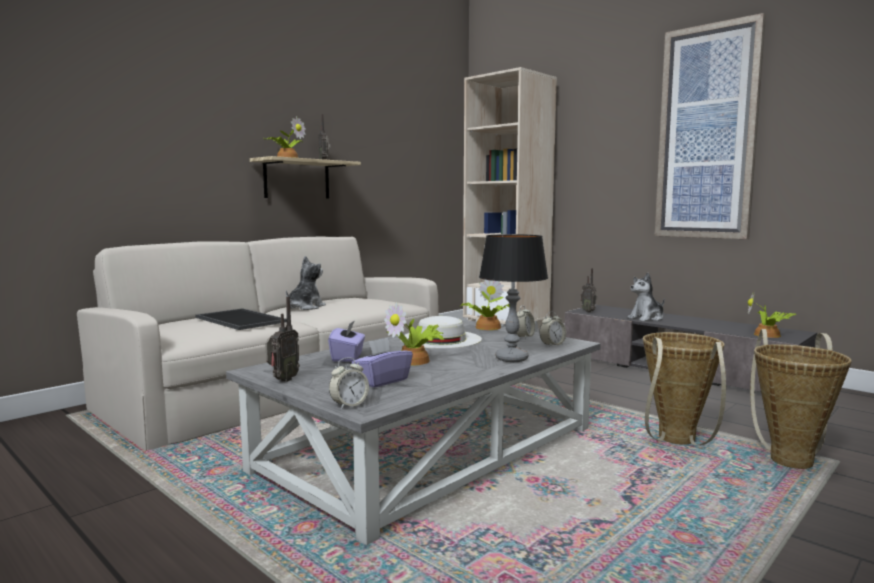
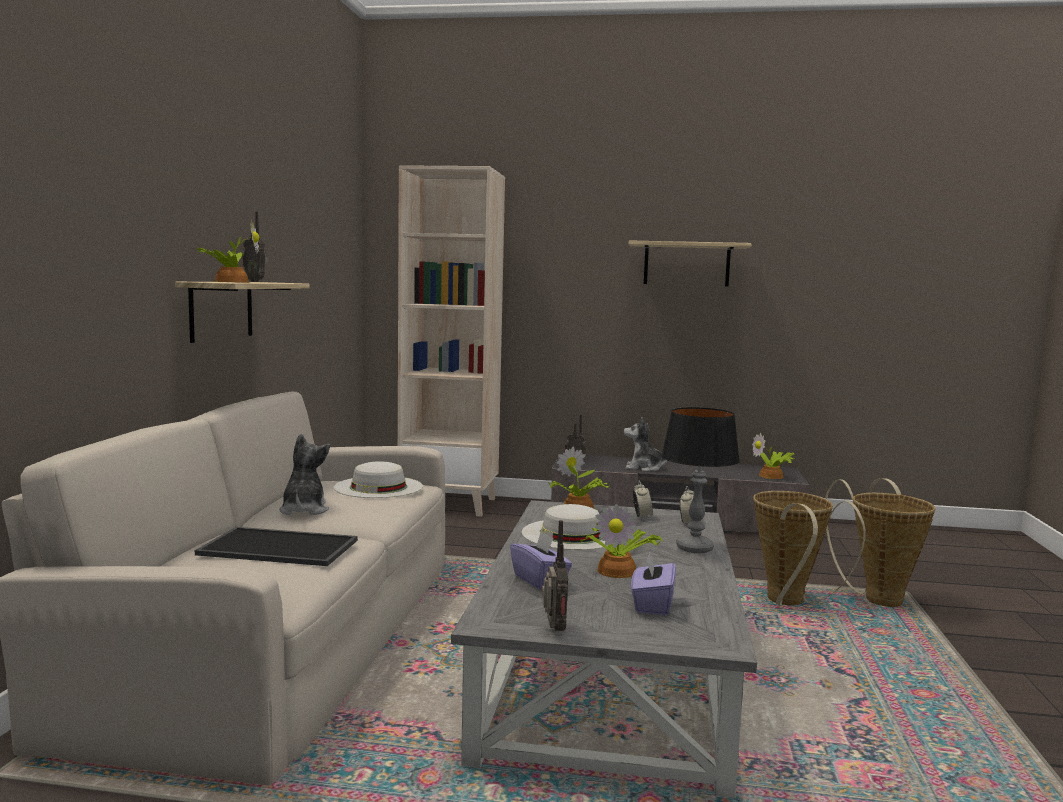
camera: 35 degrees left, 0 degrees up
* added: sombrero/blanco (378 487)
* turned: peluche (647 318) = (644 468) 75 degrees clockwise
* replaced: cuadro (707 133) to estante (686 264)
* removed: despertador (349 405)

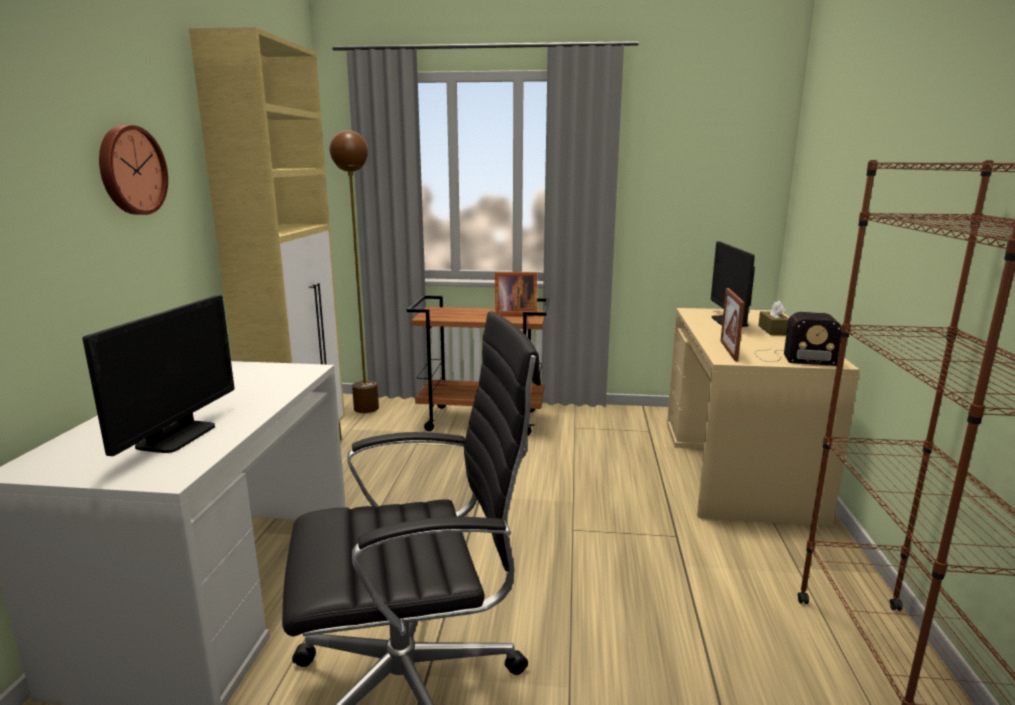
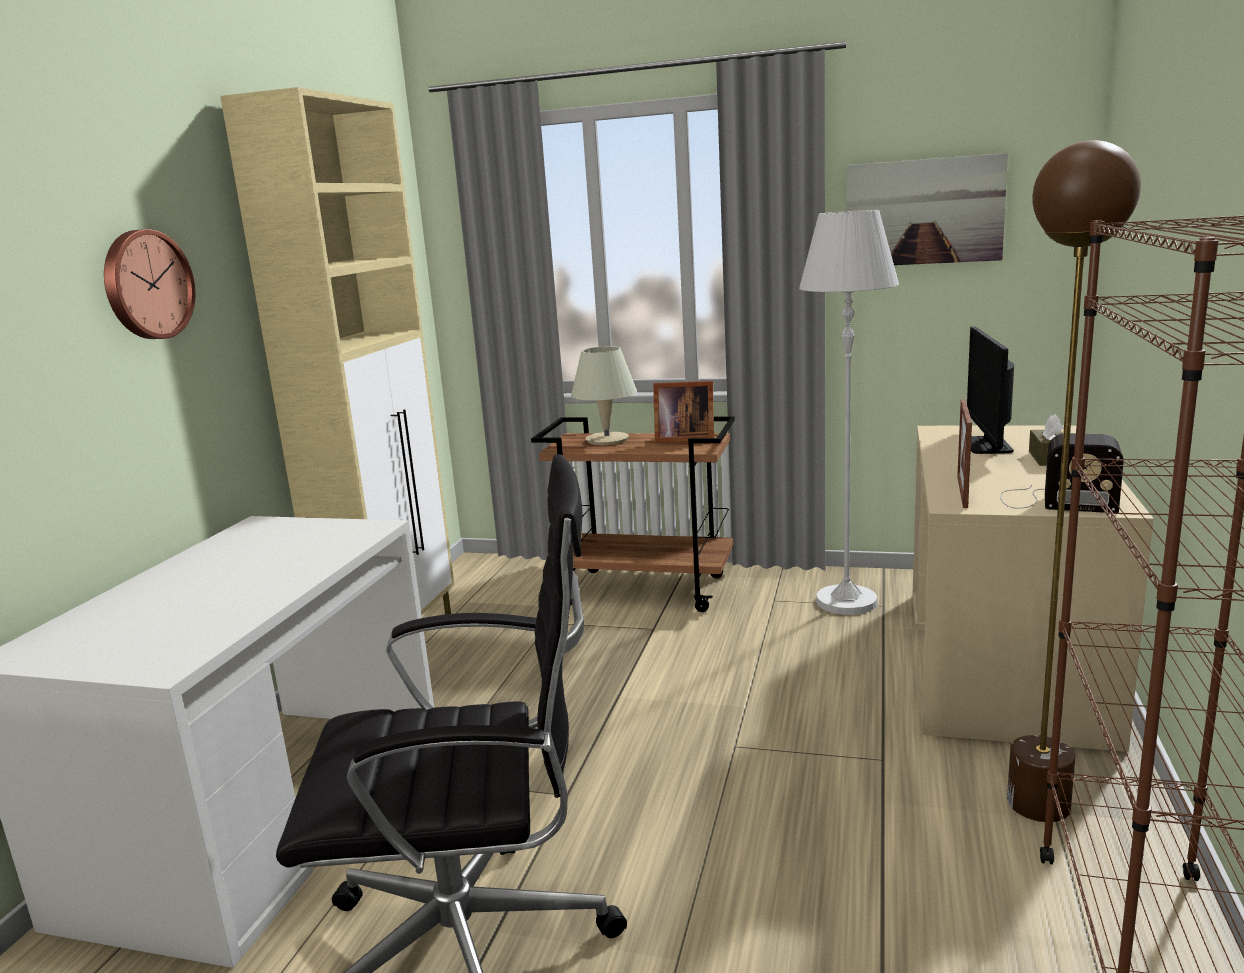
camera: 10 degrees right, 0 degrees up
* added: lámpara de mesa/beis (607 440)
* added: lámpara de pie/blanco (846 602)
* added: cuadro (923 212)
* moved: lámpara de pie/marrón (366 408) to (1038 804)
* removed: monitor (176 436)

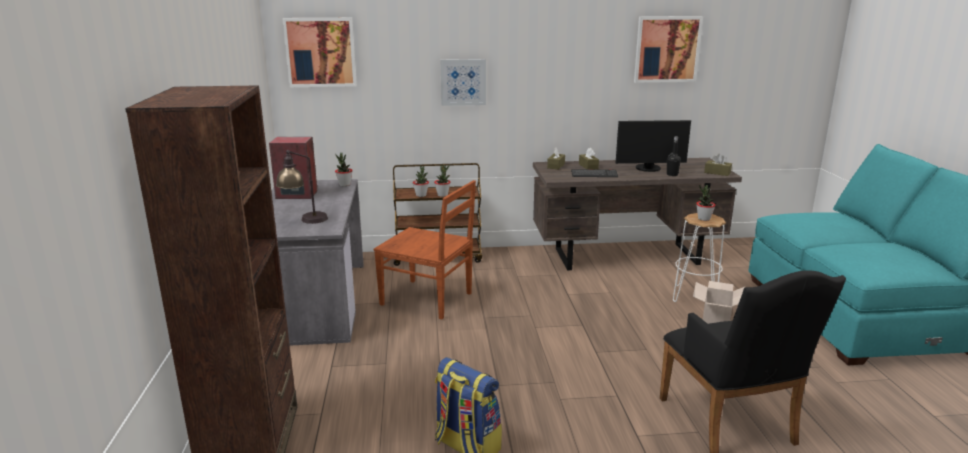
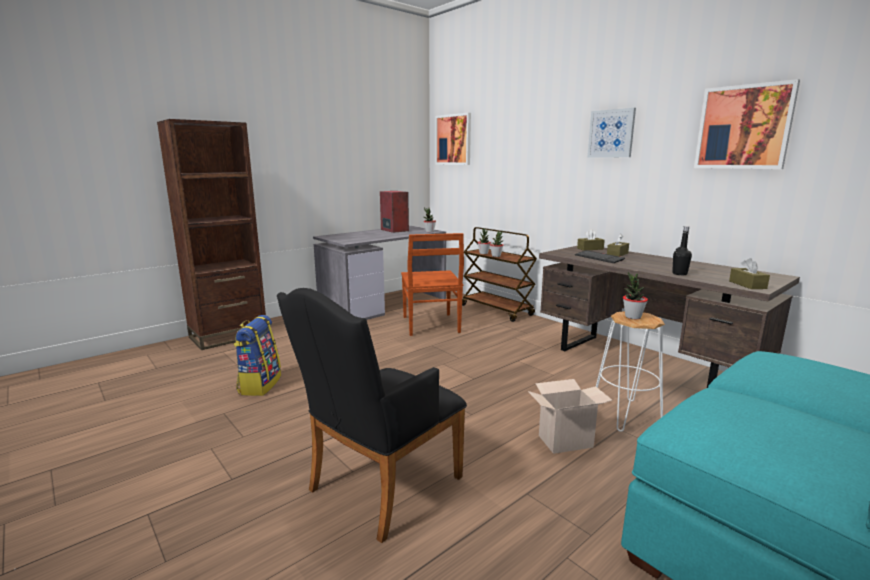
camera: 55 degrees right, 5 degrees down
* moved: cuadro (463 82) to (611 133)
* removed: lámpara de mesa (304 220)
* removed: monitor (649 169)

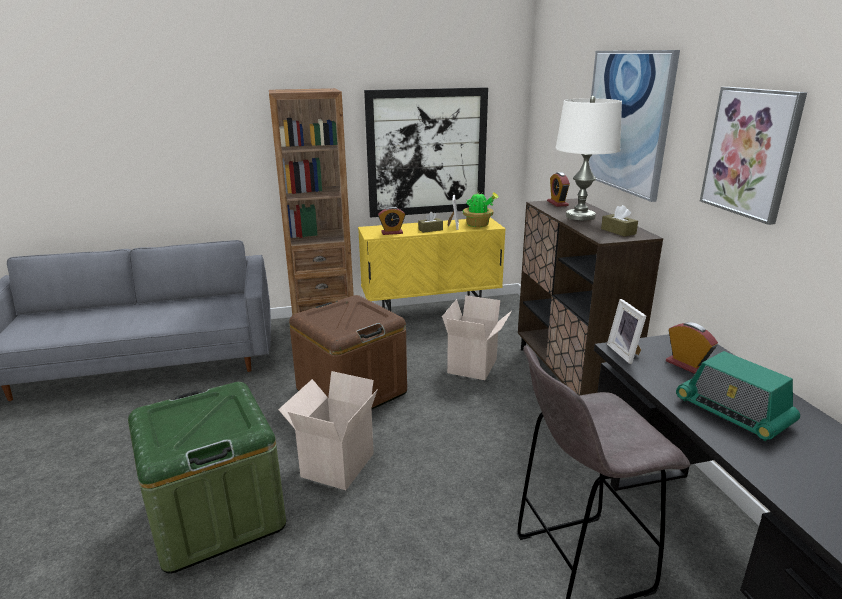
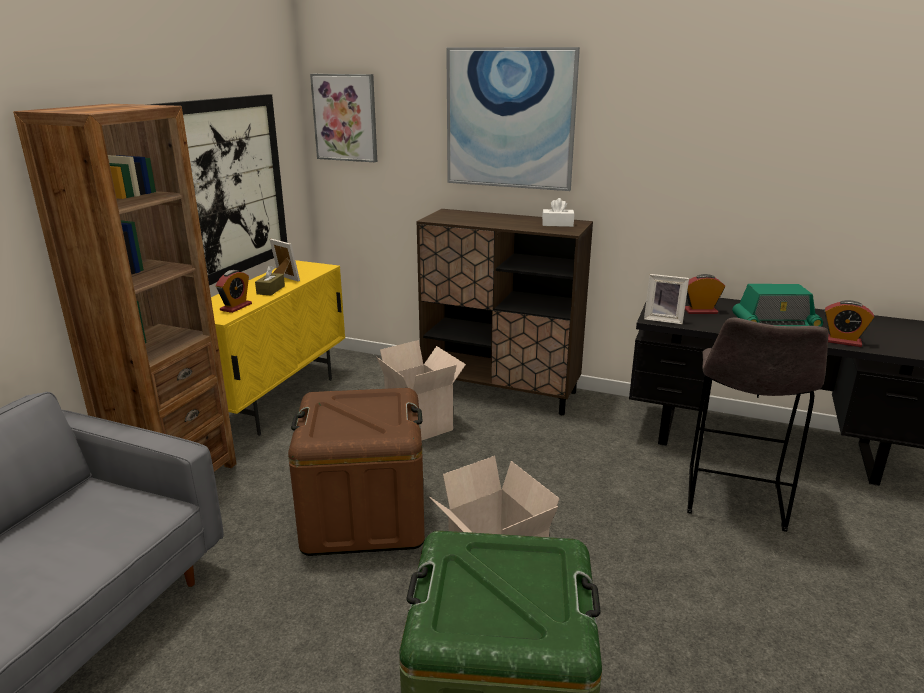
camera: 55 degrees left, 0 degrees up
* moved: cuadro (750 153) to (345 117)
* recoloured: caja de pañuelos/marrón (618 231) to caja de pañuelos/blanco (557 224)
* moved: despertador (557 203) to (842 341)
* removed: planta en maceta (478 225)
* removed: lámpara de mesa/blanco (580 216)

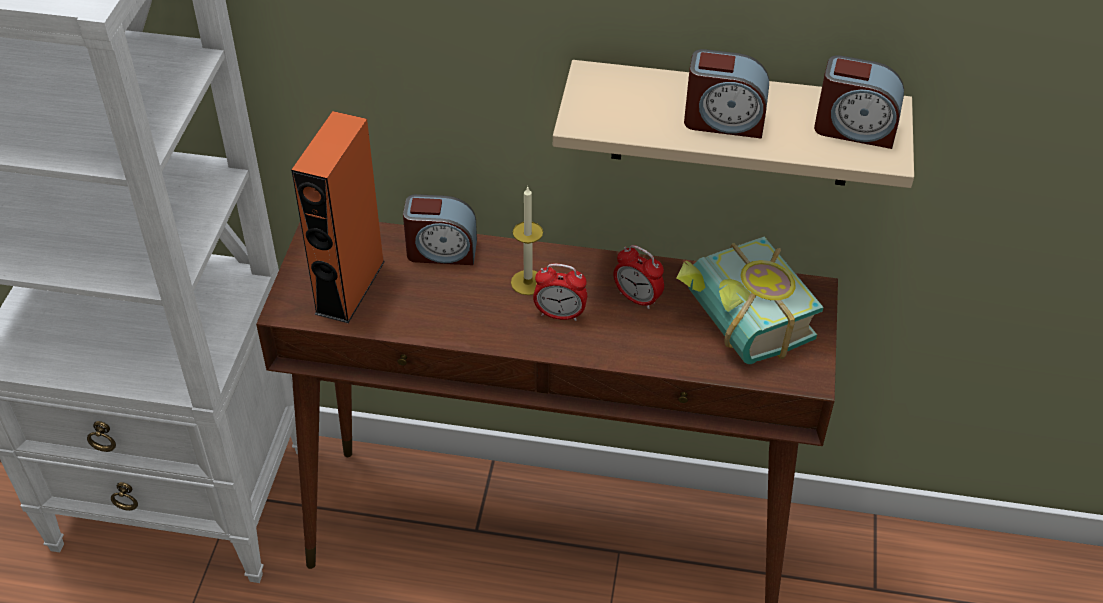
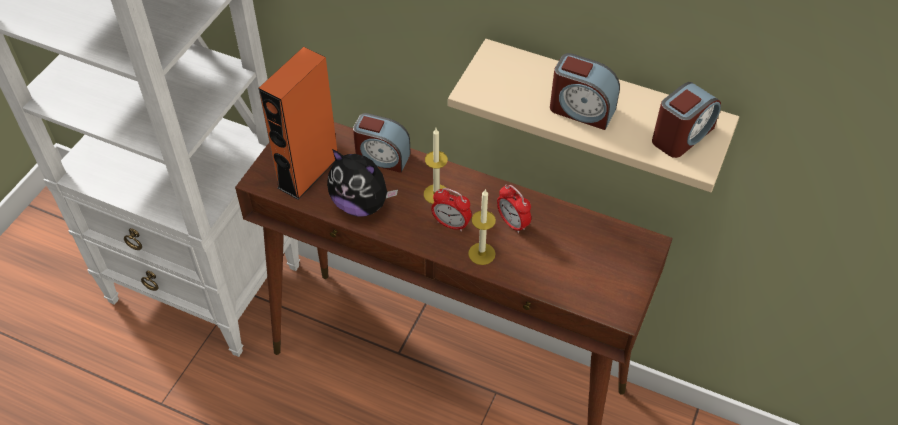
camera: 15 degrees right, 5 degrees up
* added: peluche (361 204)
* added: vela (481 253)
* turned: despertador (854 128) = (682 135) 75 degrees counterclockwise
* removed: libro (737 325)

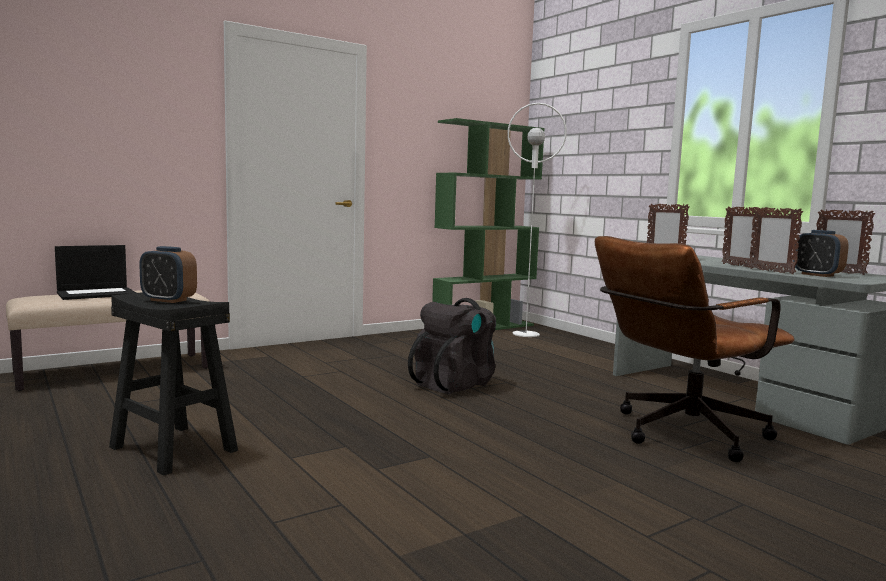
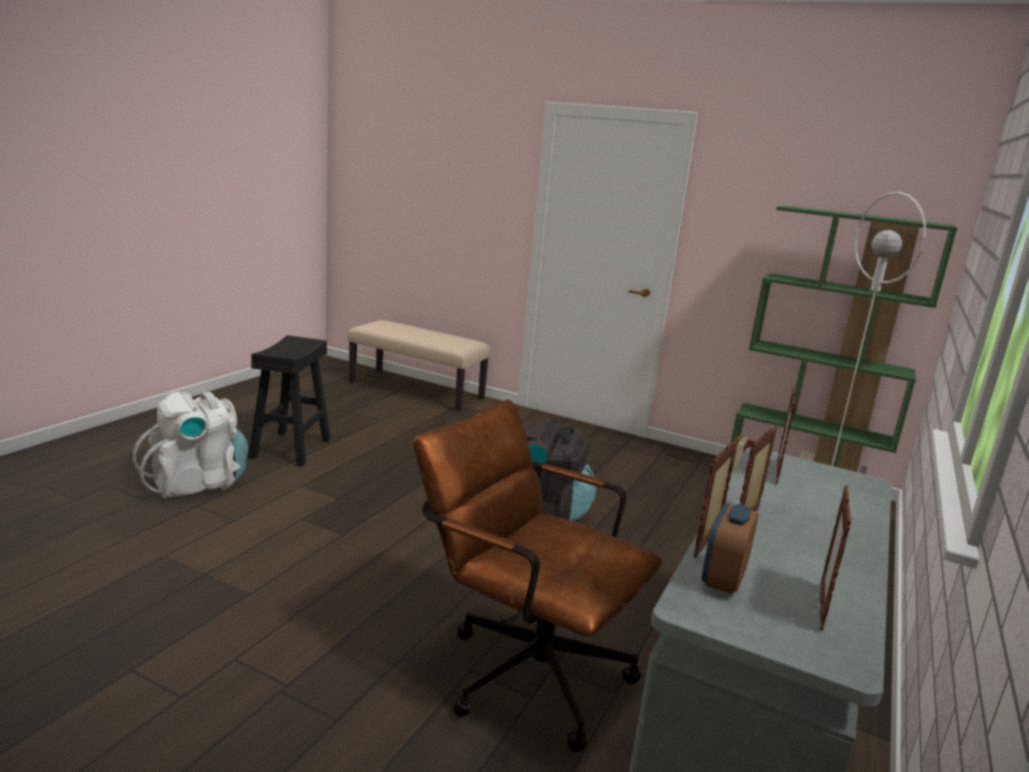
camera: 60 degrees right, 10 degrees up
* added: mochila/blanco (197 483)
* removed: portátil (97 294)
* removed: despertador (168 300)

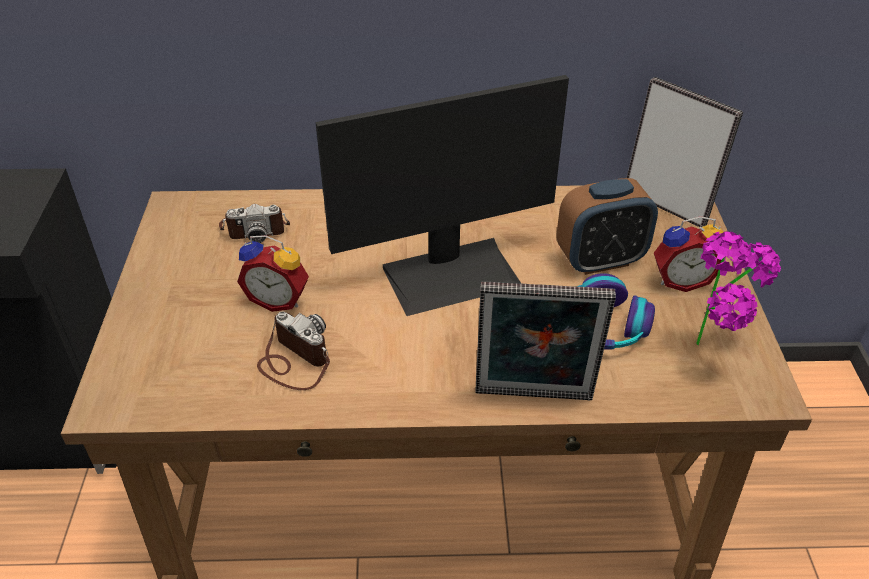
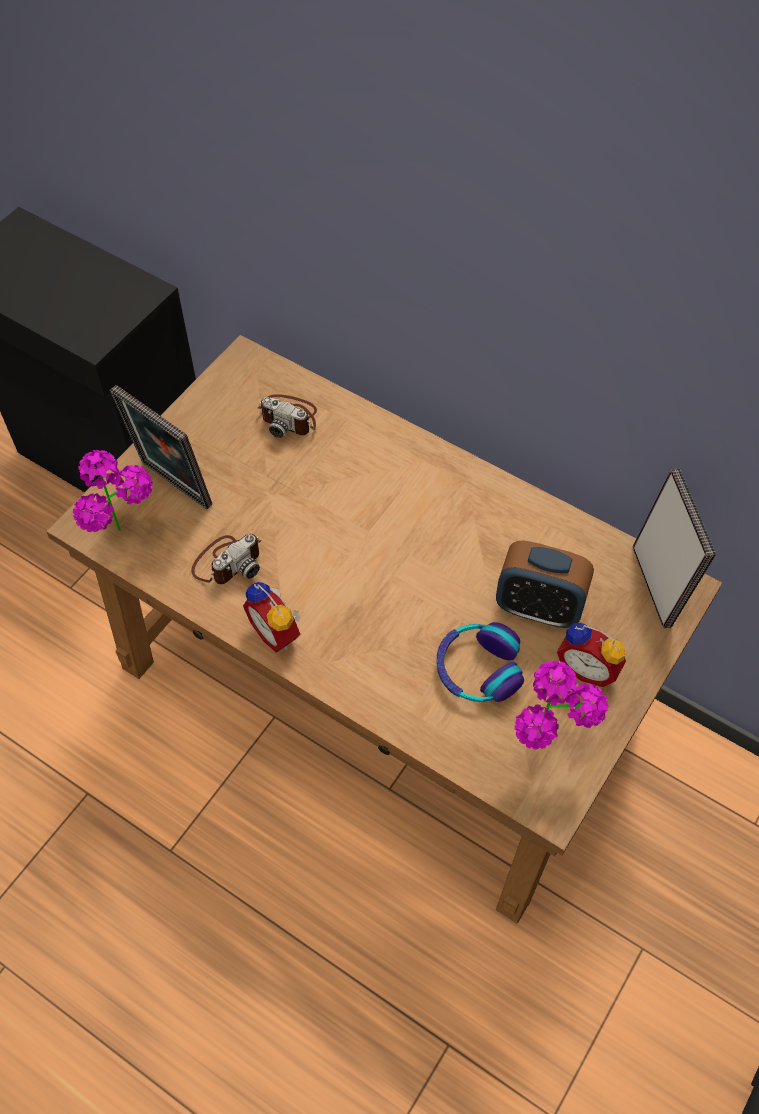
camera: 35 degrees right, 15 degrees up
* added: planta en maceta (127 539)
* moved: portarretratos (533 399) to (172 487)
* turned: cámara (294 360) = (228 561) 60 degrees clockwise
* moved: despertador (279 299) to (277 632)
* removed: monitor (451 274)

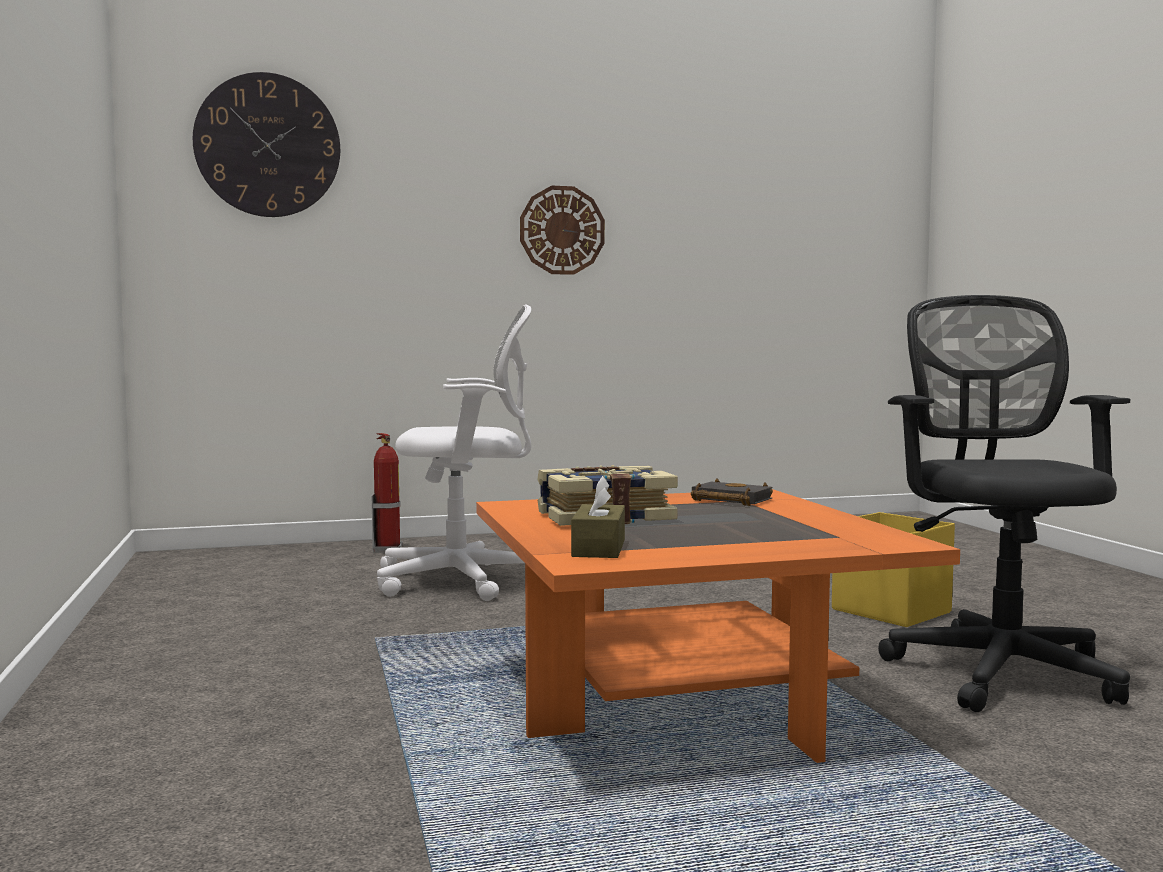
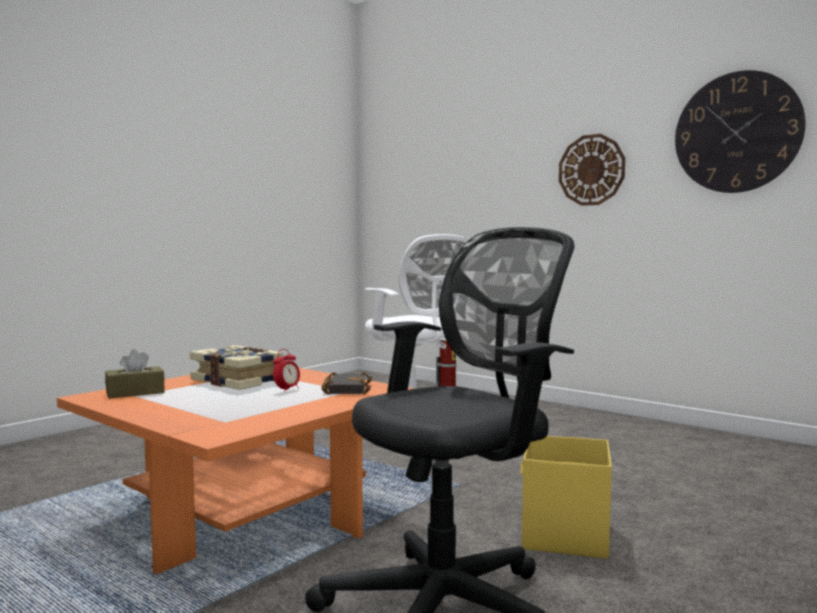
camera: 55 degrees right, 0 degrees up
* added: despertador (287 390)
* moved: reloj de pared (268 145) to (737 132)

